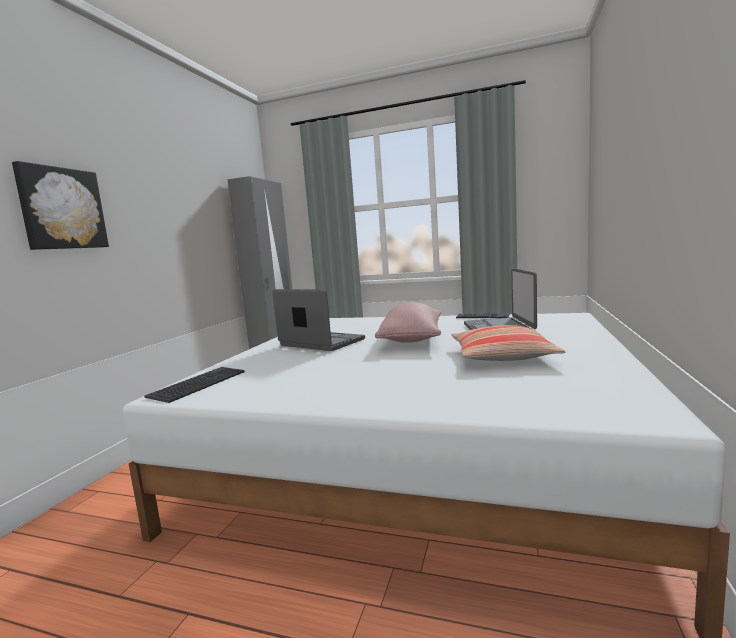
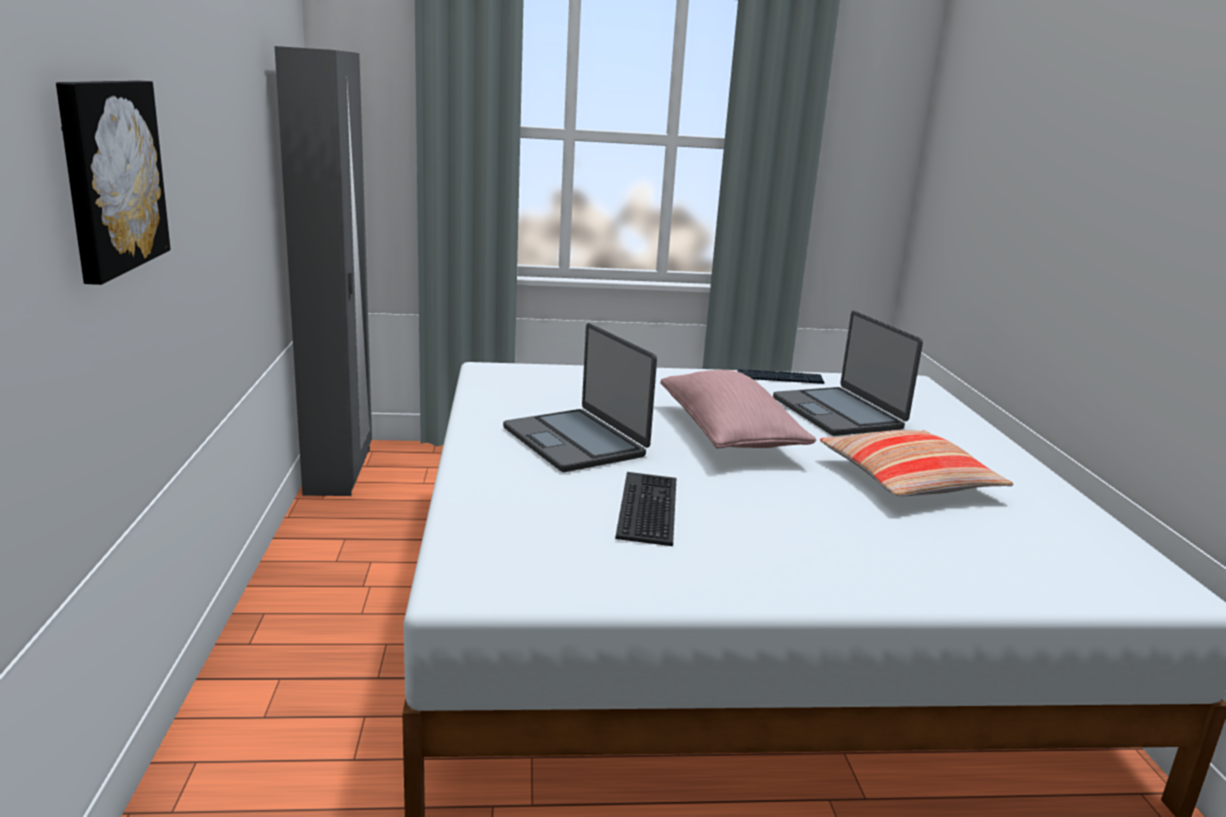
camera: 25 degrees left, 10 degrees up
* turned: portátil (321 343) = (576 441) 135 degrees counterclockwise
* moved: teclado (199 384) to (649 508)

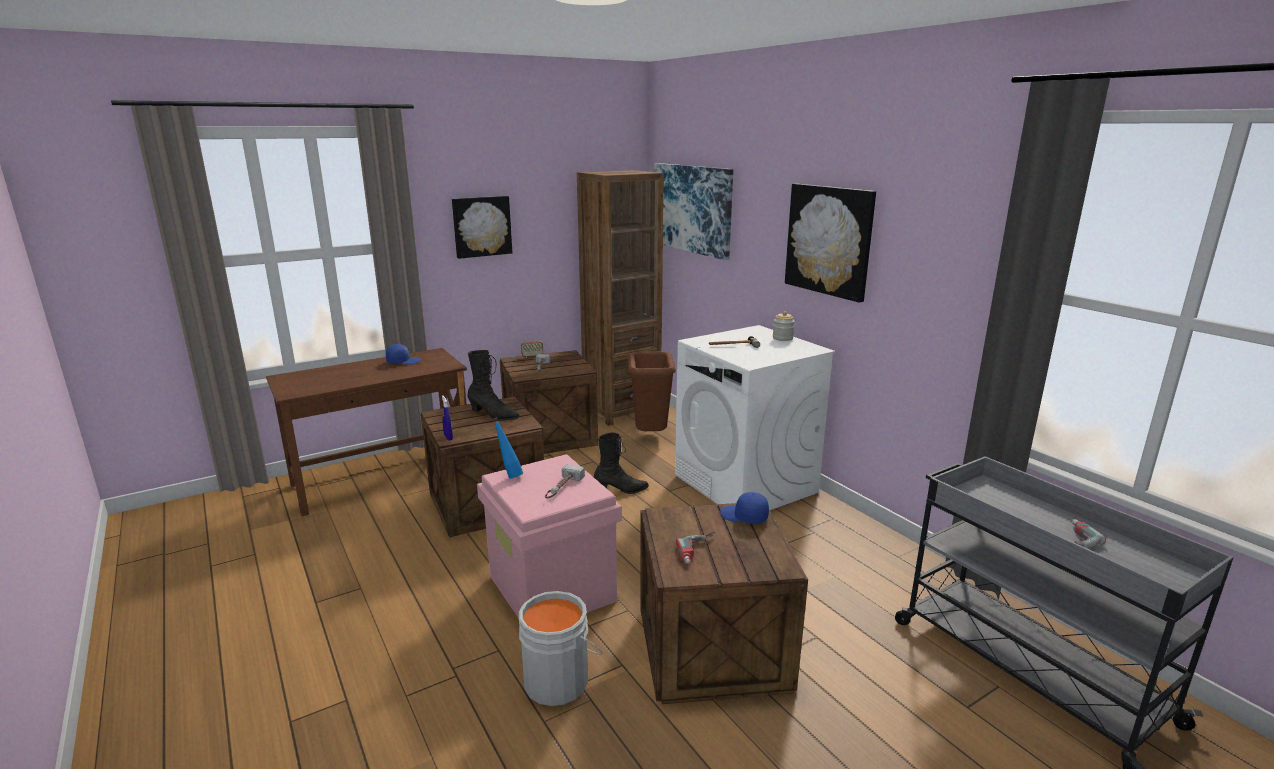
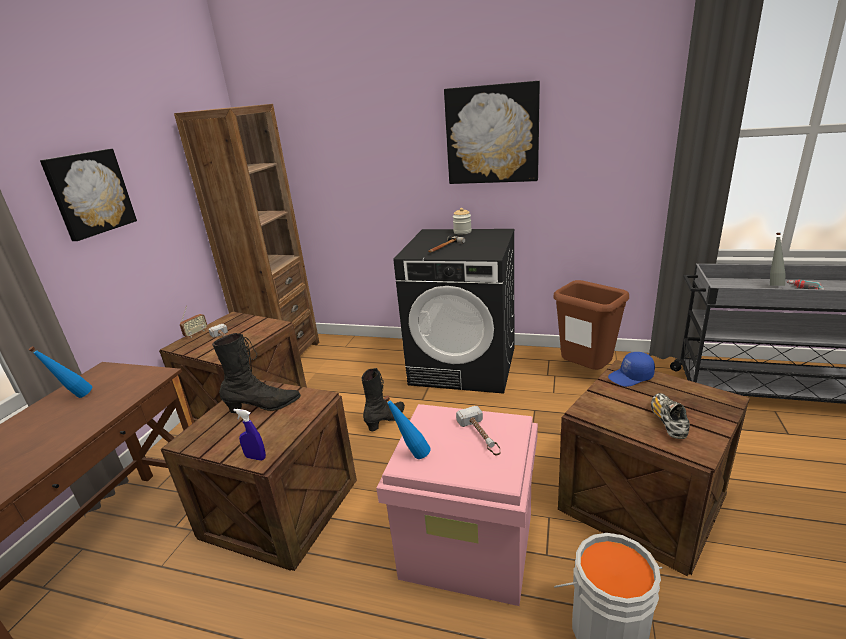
camera: 40 degrees left, 5 degrees up
* replaced: gorra/azul (403 361) to botella/azul (75 398)
* recoloured: lavadora/blanco (746 484) to lavadora/negro (464 365)
* moved: papelera/marrón (650 436) to (584 372)
* replaced: taladro (700 551) to zapato (667 421)
* added: botella/gris (773 285)
* removed: cuadro (692 209)

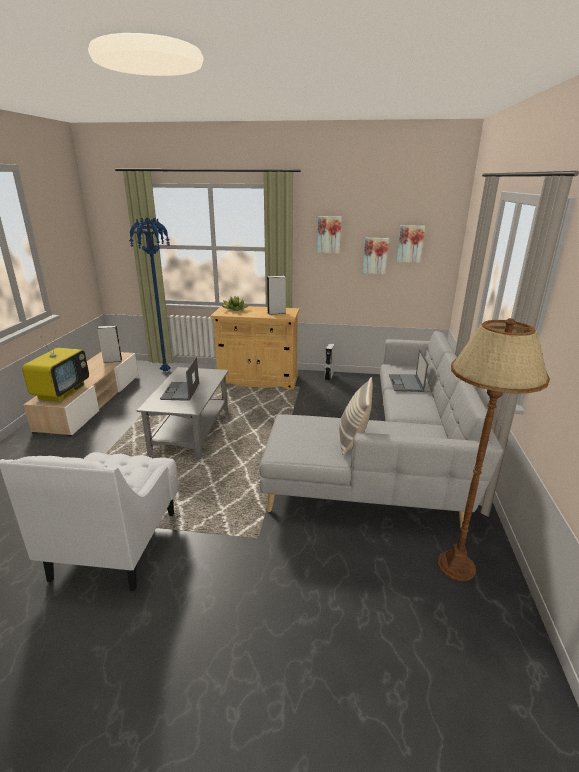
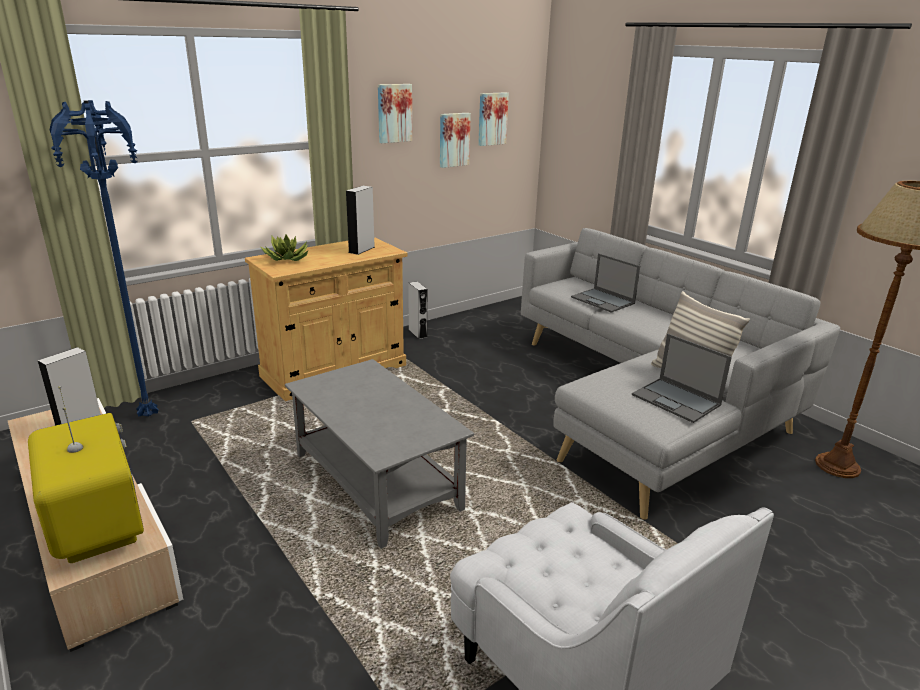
camera: 45 degrees left, 0 degrees up
* moved: portátil (180 391) to (677 400)

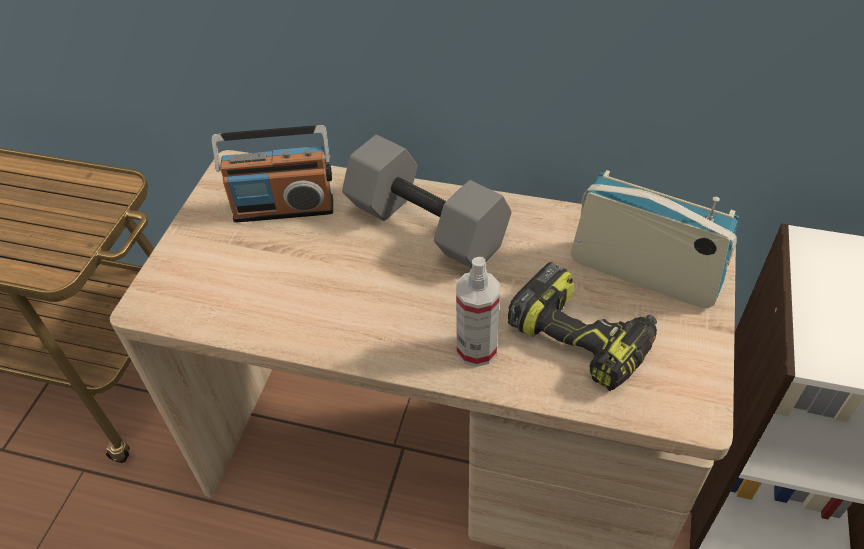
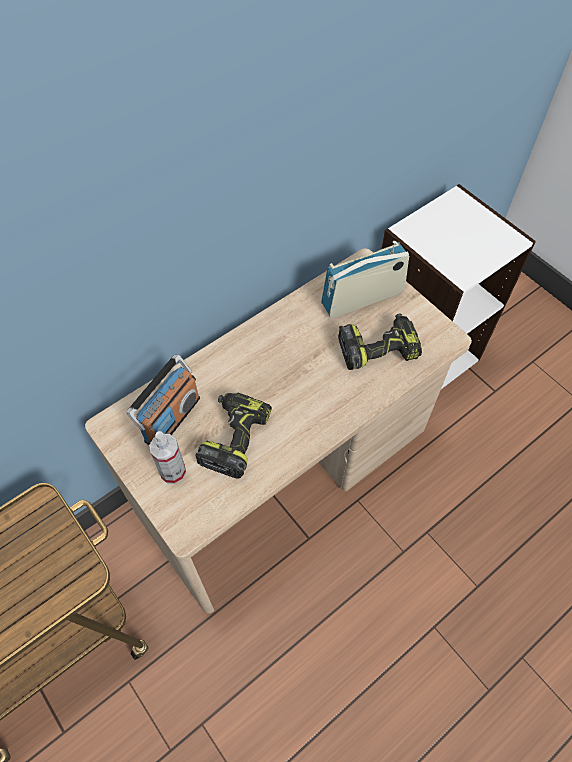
camera: 55 degrees left, 10 degrees up
* moved: pulverizador (476 349) to (173 472)
* added: taladro (233 437)
* removed: mancuerna/gris (423 227)

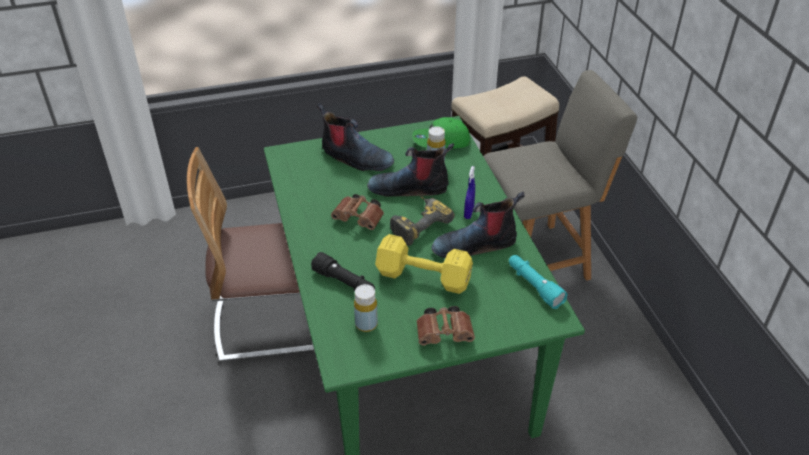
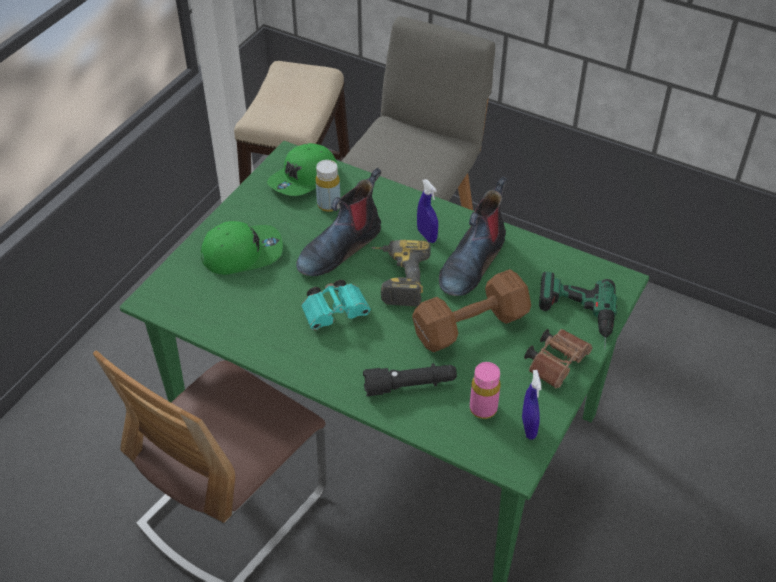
camera: 45 degrees left, 5 degrees up
* replaced: bota (355 158) to gorra/verde (242 252)
* recoloured: prismáticos/marrón (360 219) to prismáticos/turquesa (336 312)
* recoloured: mancuerna/amarillo (425 278) to mancuerna/marrón (473 325)
* recoloured: botella/amarillo (366 324) to botella/rosa (483 409)
* added: pulverizador/azul (528 428)
* added: taladro (576 318)
* removed: linterna/turquesa (534 286)

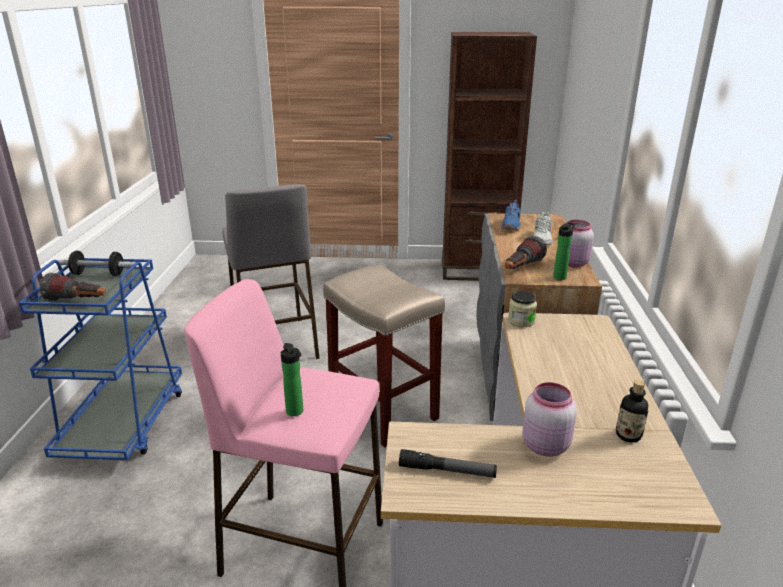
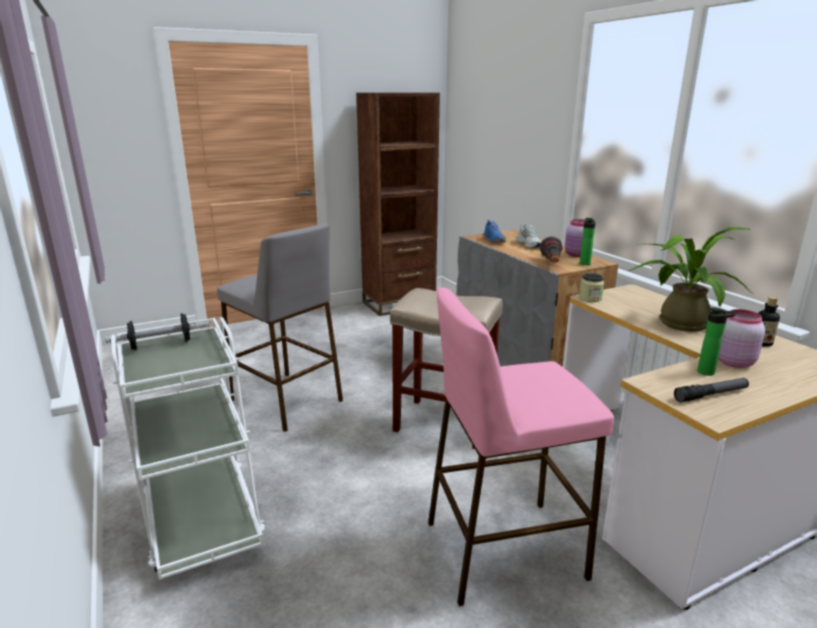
camera: 30 degrees left, 5 degrees down
* recoloured: carrito/azul (124 423) to carrito/blanco (202 519)
* added: planta en maceta (678 322)
* moved: botella (295 412) to (708 373)
* removed: linterna (78 302)

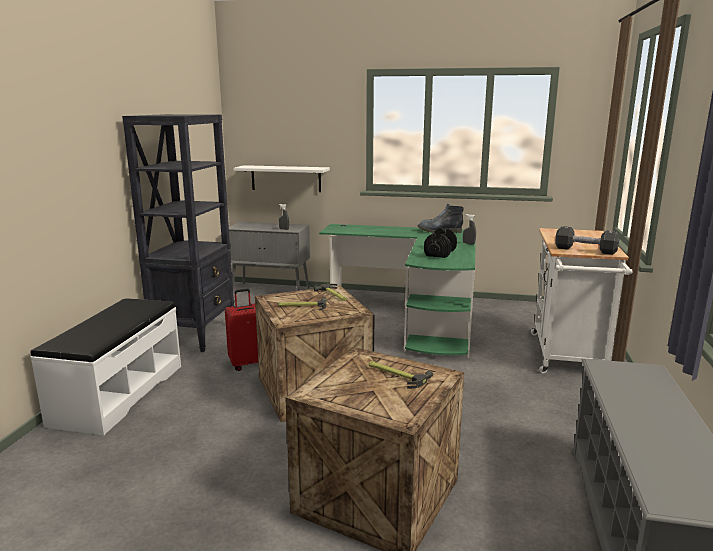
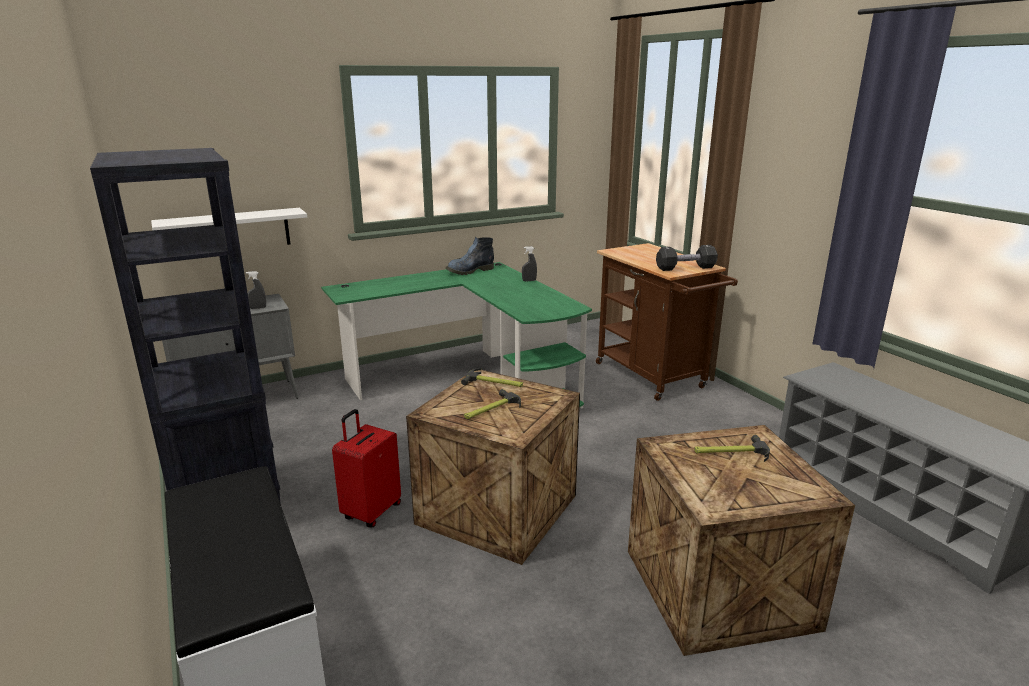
camera: 40 degrees left, 5 degrees up
* recoloured: carrito/blanco (567 358) to carrito/marrón (654 378)
* removed: mancuerna/negro (440 253)

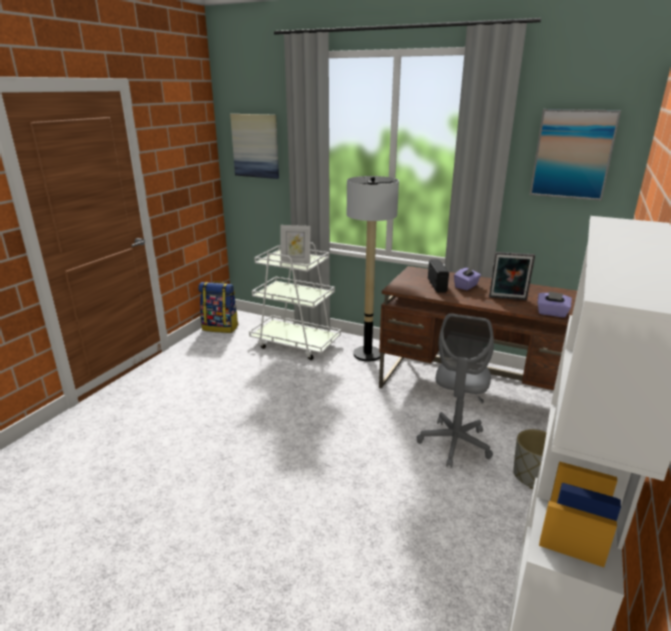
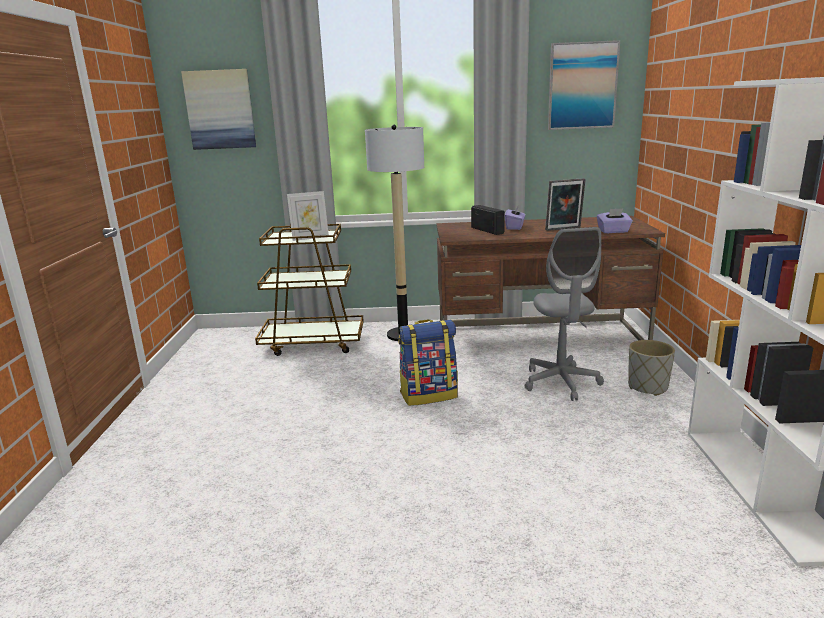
camera: 25 degrees left, 5 degrees down
* recoloured: carrito/blanco (296 343) to carrito/marrón (313 343)
* moved: mochila (221 327) to (429 395)

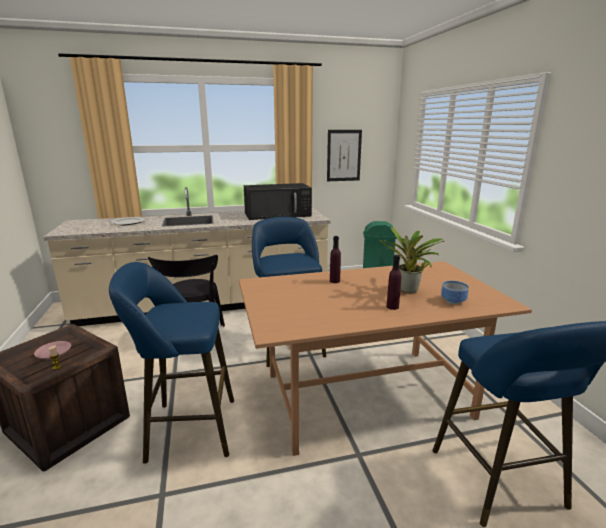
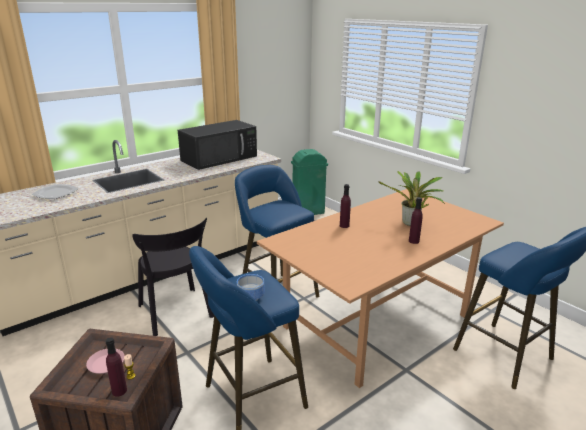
camera: 25 degrees left, 5 degrees up
* added: botella/morado (119 391)
* moved: cuenco (453 300) to (251 296)
* removed: cuadro (344 155)

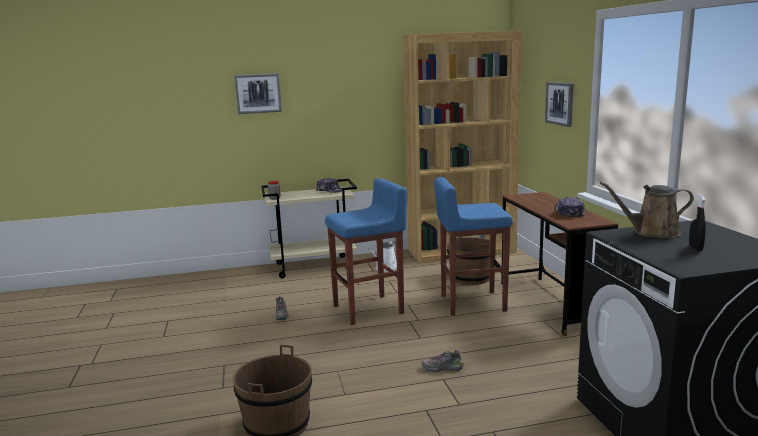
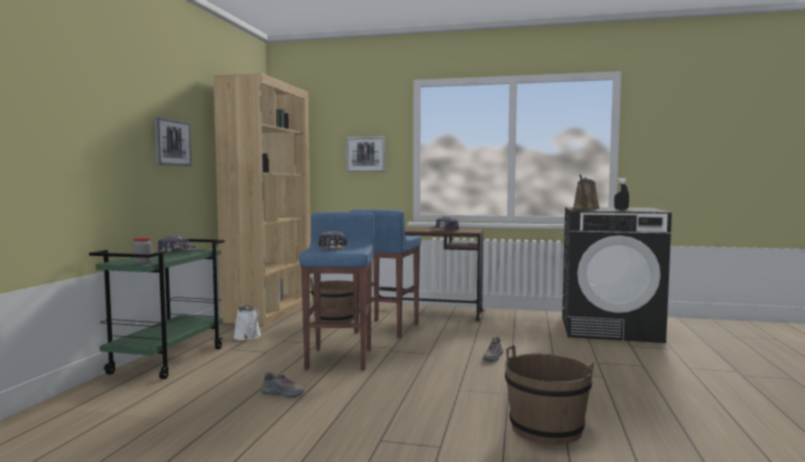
camera: 65 degrees left, 10 degrees down
* recoloured: carrito/beis (314 267) to carrito/verde (168 360)
* moved: cuadro (258 93) to (172 142)
* added: gorra (332 248)

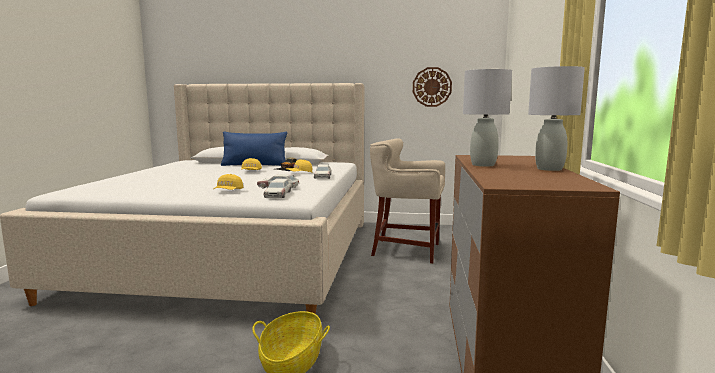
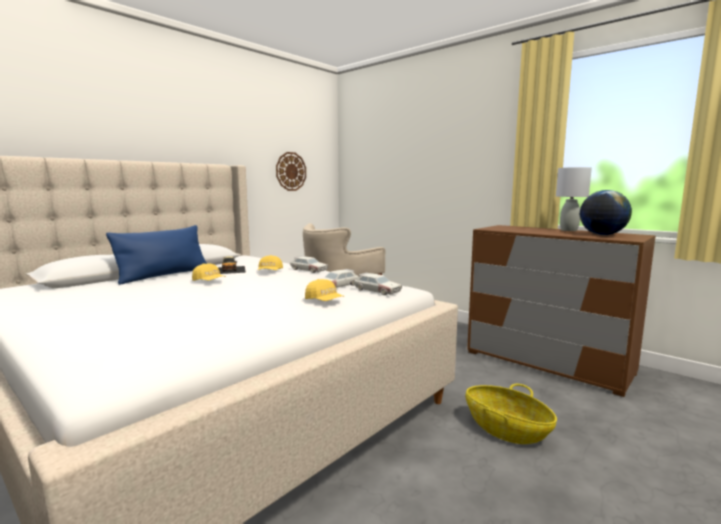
camera: 55 degrees left, 0 degrees up
* added: globo terráqueo (602 235)
* removed: lámpara de mesa/gris (482 165)

